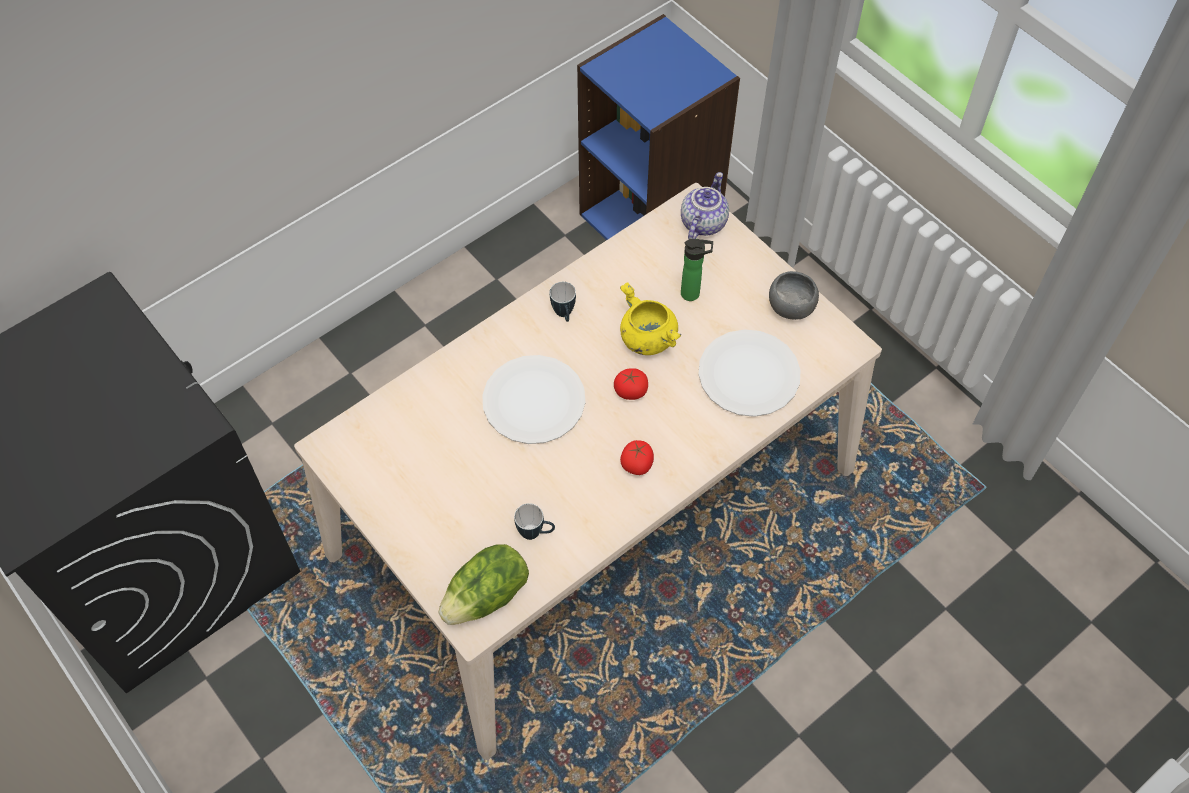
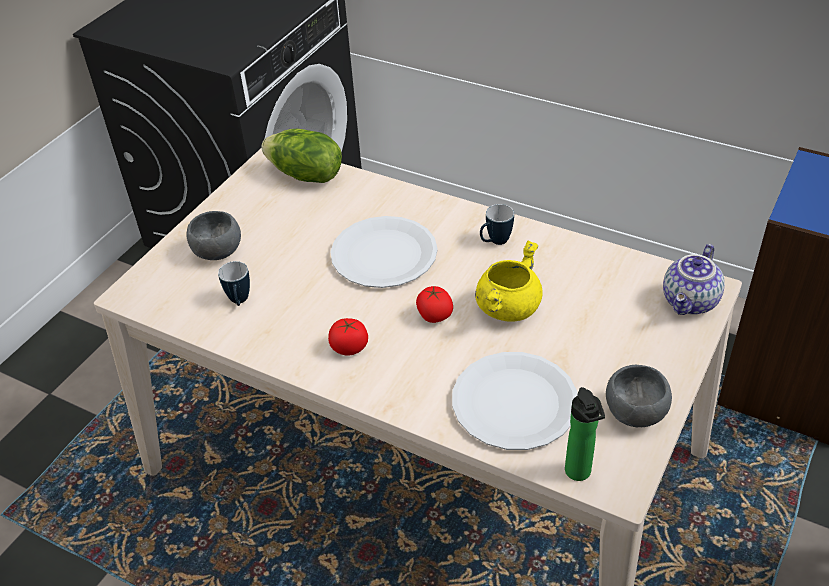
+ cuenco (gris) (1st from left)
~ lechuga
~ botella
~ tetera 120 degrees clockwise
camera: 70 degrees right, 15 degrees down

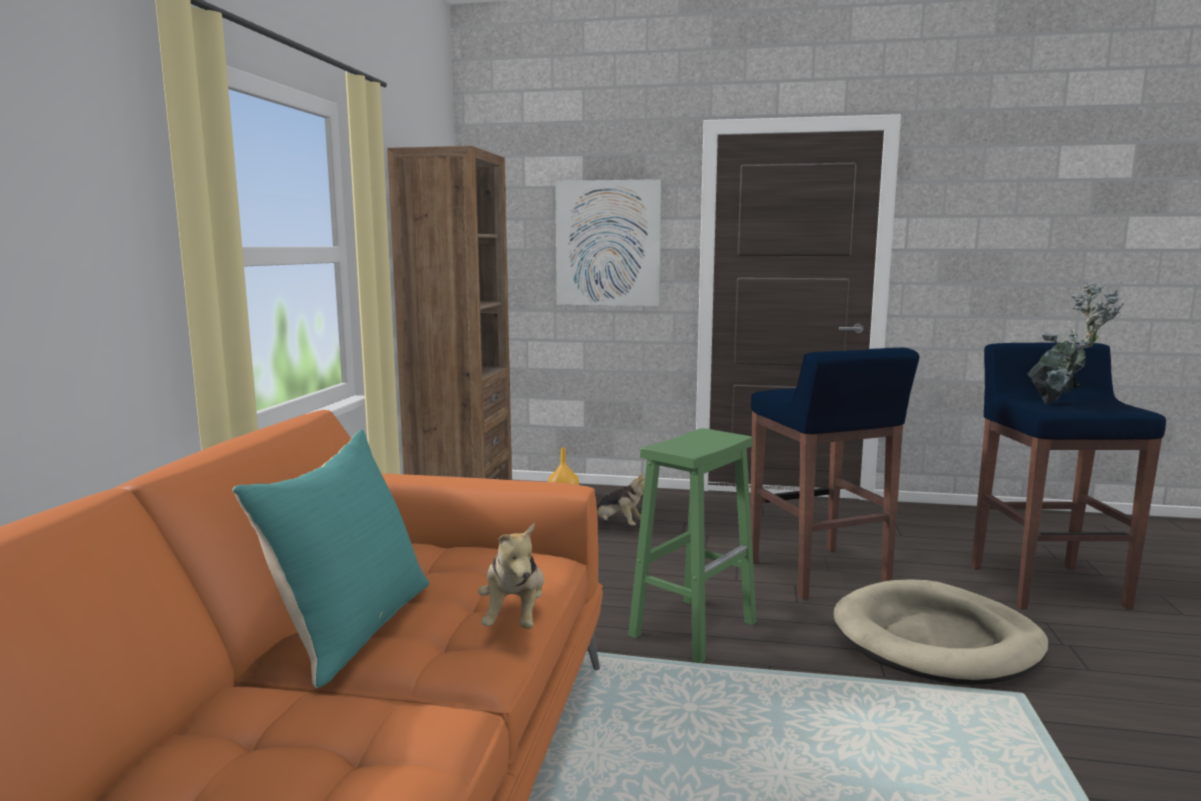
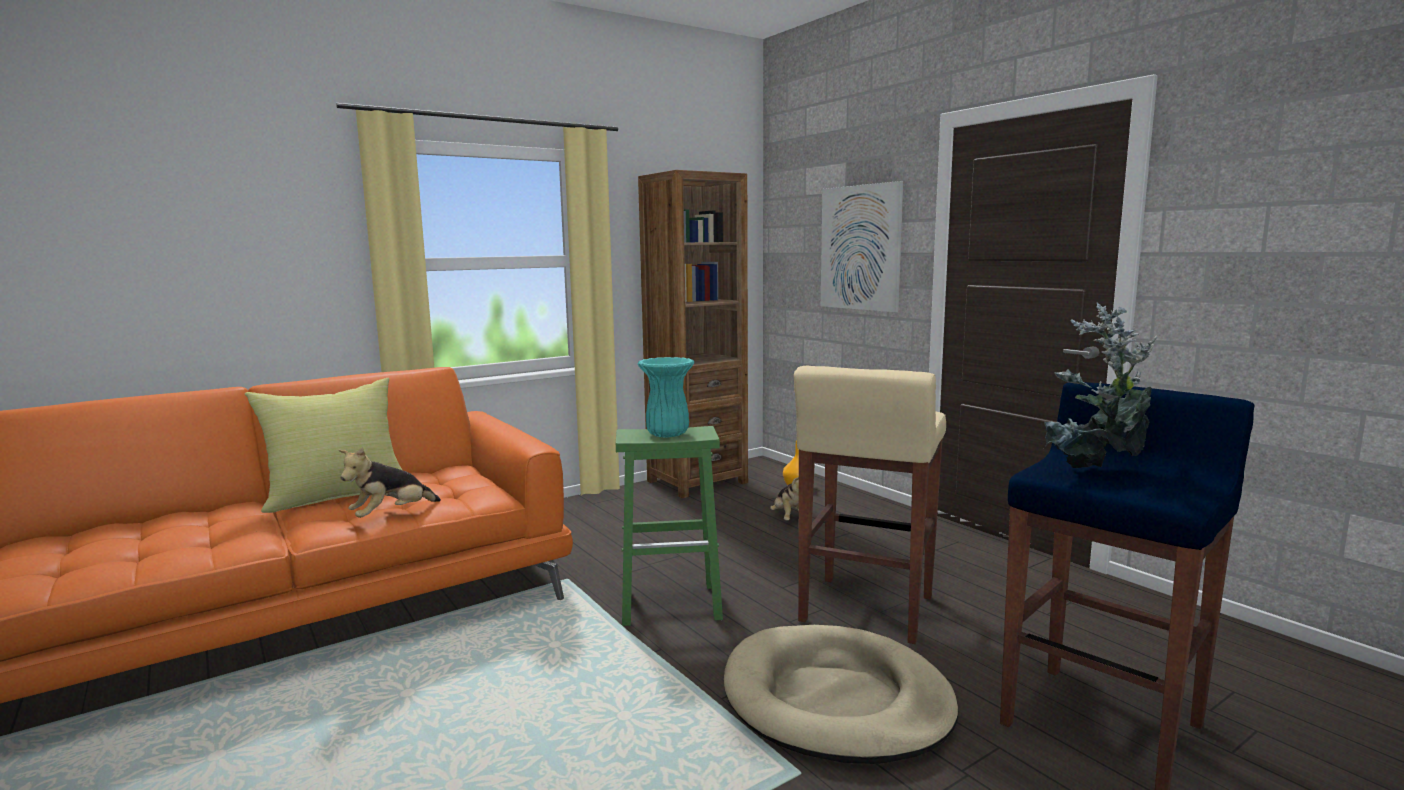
+ florero (turquesa)
~ cojín (turquesa) to cojín (amarillo)
~ taburete (azul) (1st from left) to taburete (beis)
camera: 45 degrees right, 0 degrees up

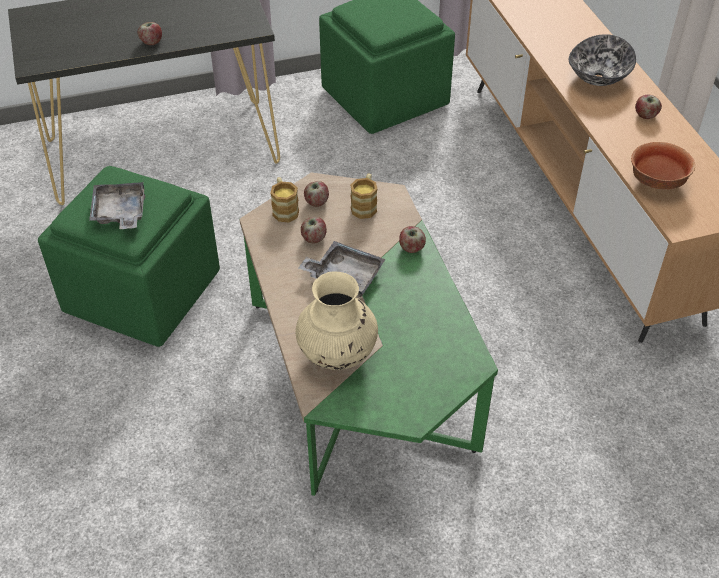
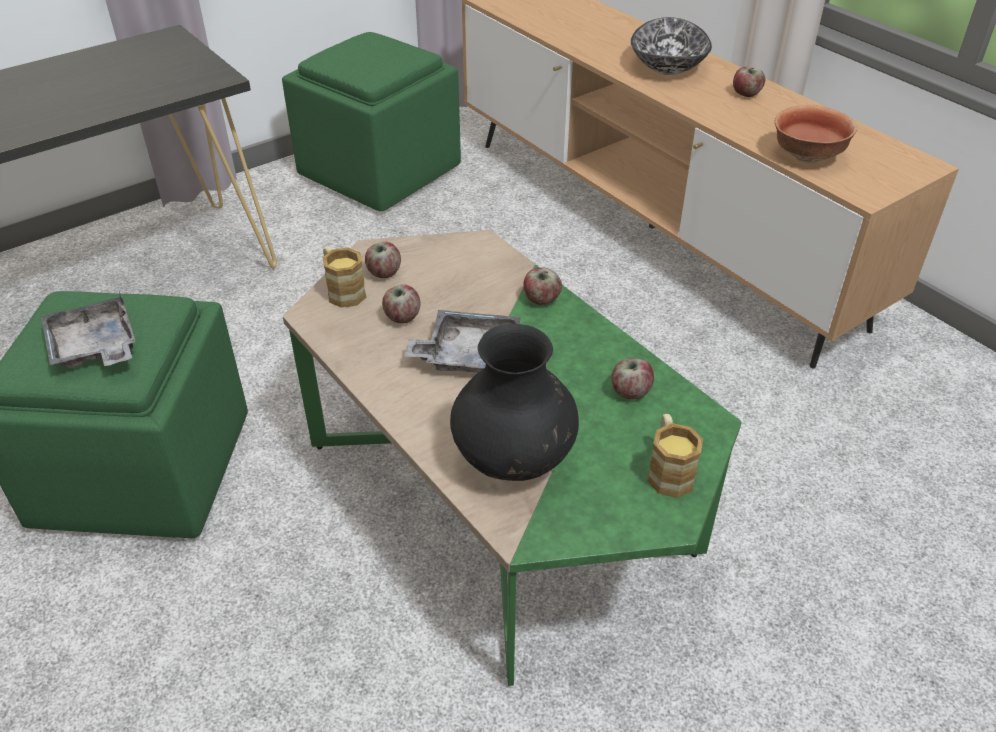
~ manzana (1st from left in the first image) to manzana (4th from left)
~ taza grande (2nd from left)
~ florero (beis) to florero (negro)
camera: 20 degrees left, 5 degrees down

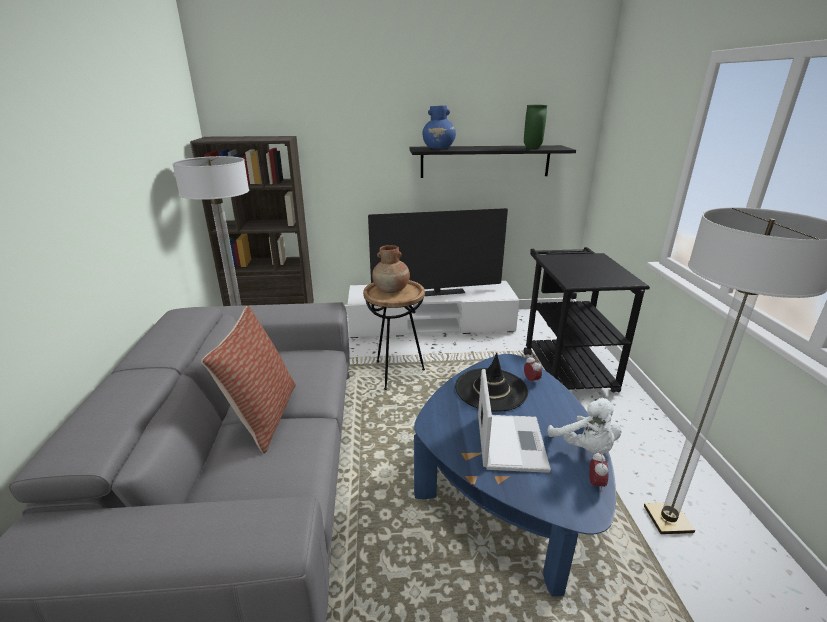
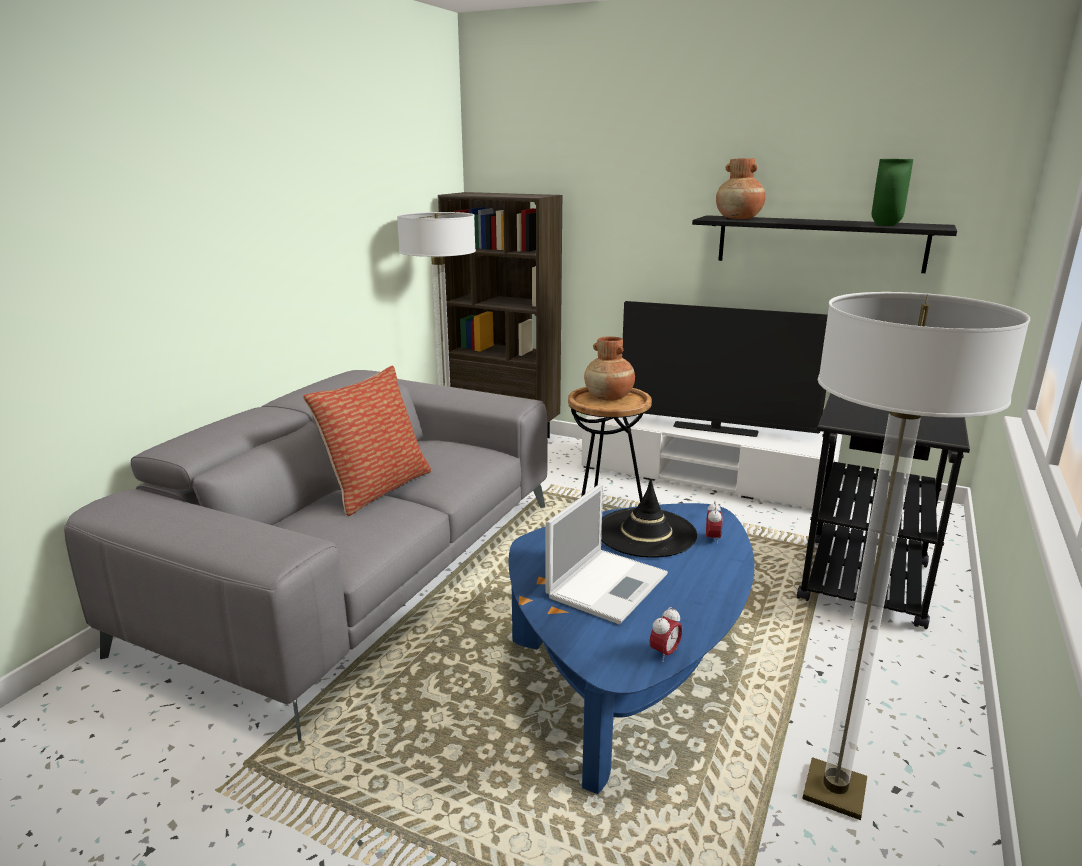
- peluche (blanco)
~ florero (azul) to florero (marrón) (2nd from left)
camera: 30 degrees right, 5 degrees down

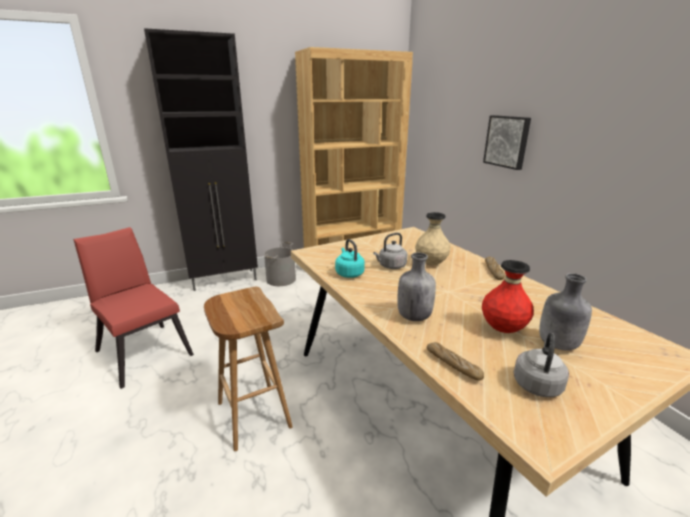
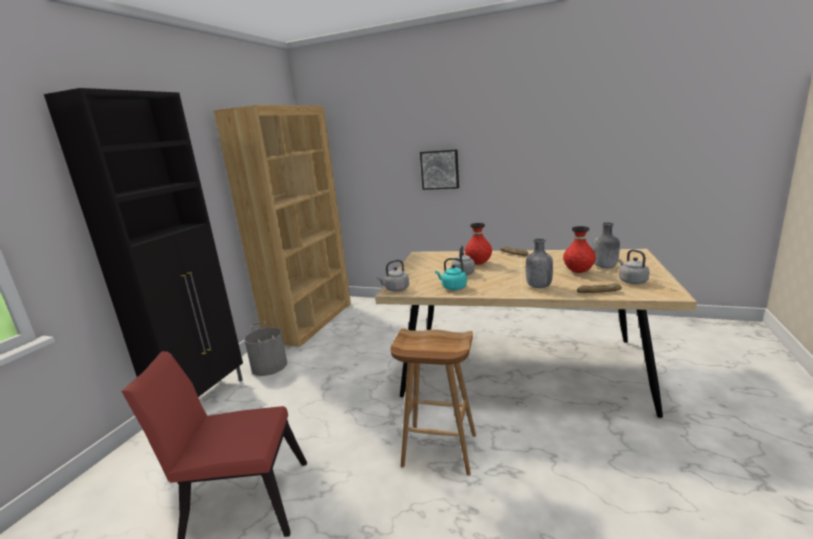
+ hervidor (gris) (1st from left)
~ florero (beis) to florero (rojo) (1st from left)
camera: 45 degrees left, 5 degrees down

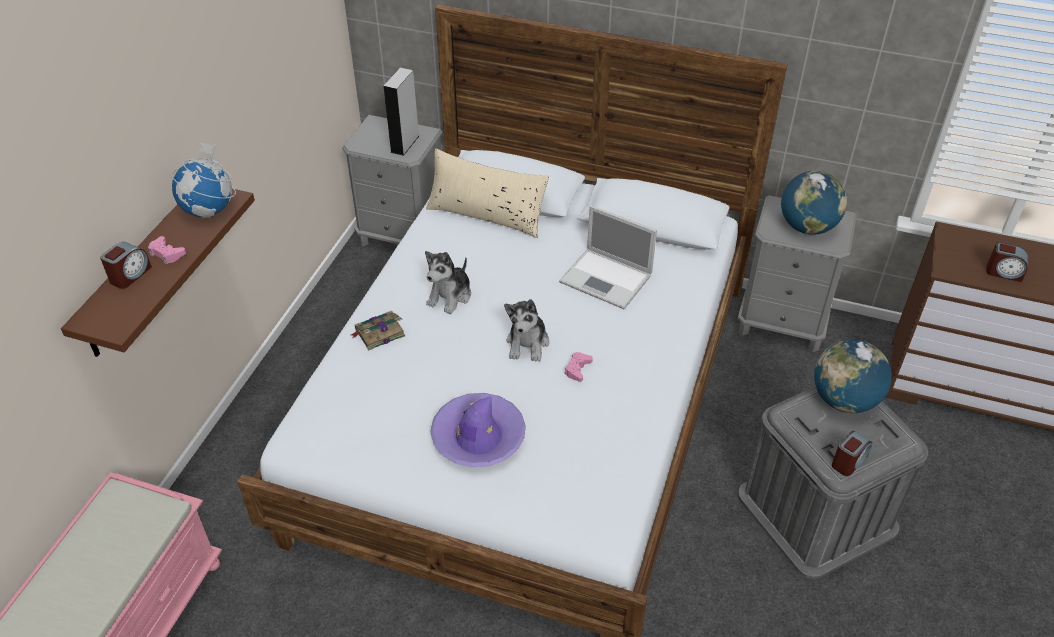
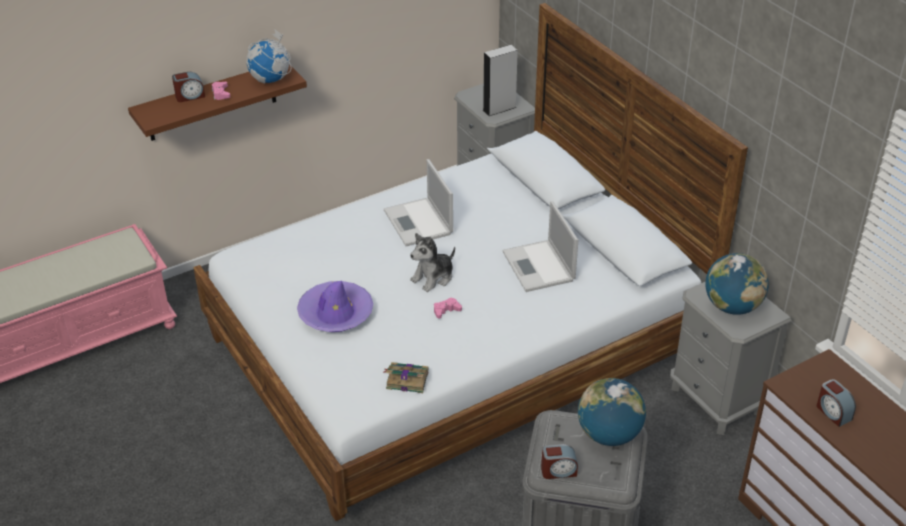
- cojín (beis)
~ libro
~ peluche (1st from left) to portátil (1st from left)
camera: 40 degrees right, 5 degrees down

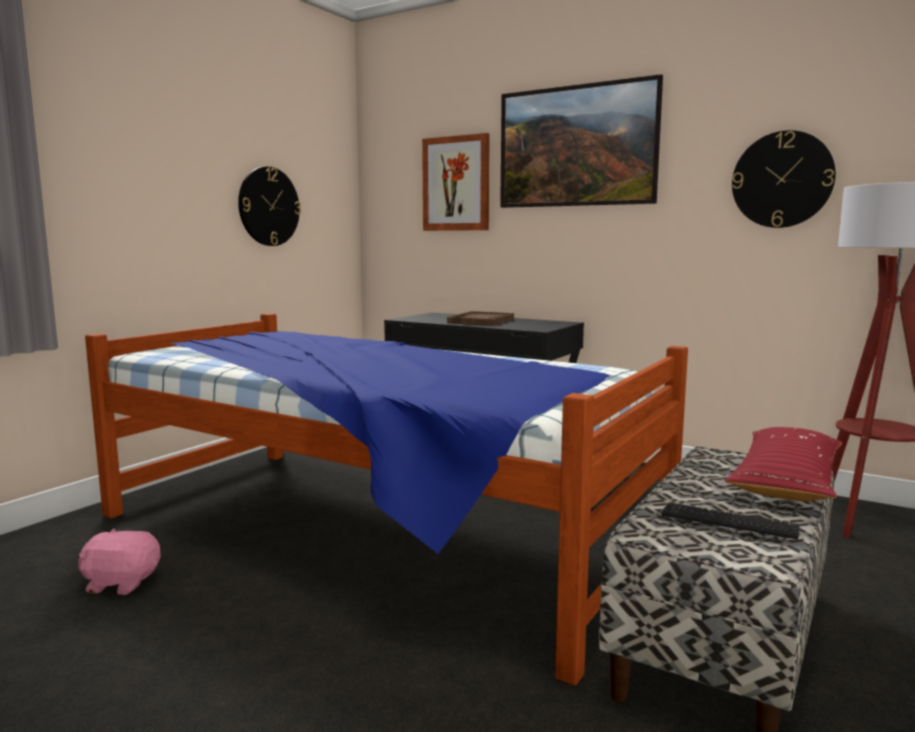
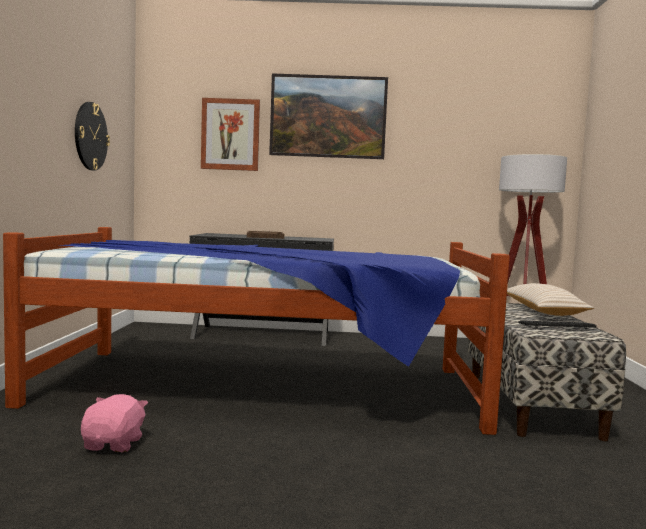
- reloj de pared (2nd from left)
~ cojín (rojo) to cojín (beis)
~ peluche (rosa) 120 degrees clockwise
camera: 30 degrees left, 5 degrees down

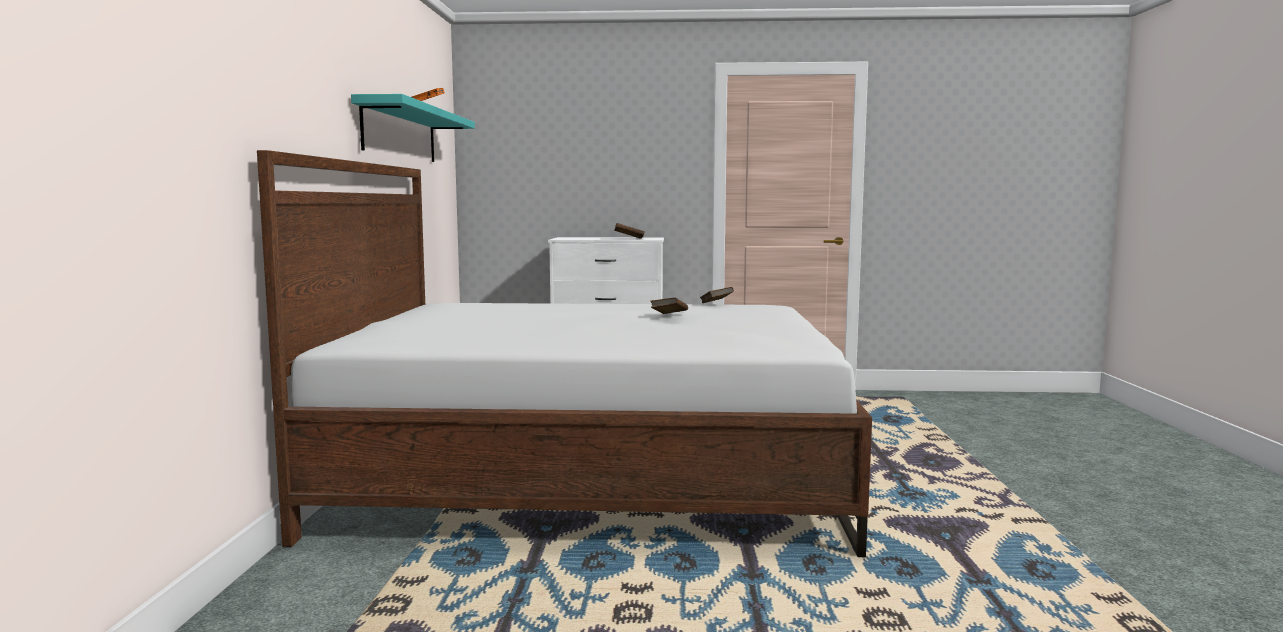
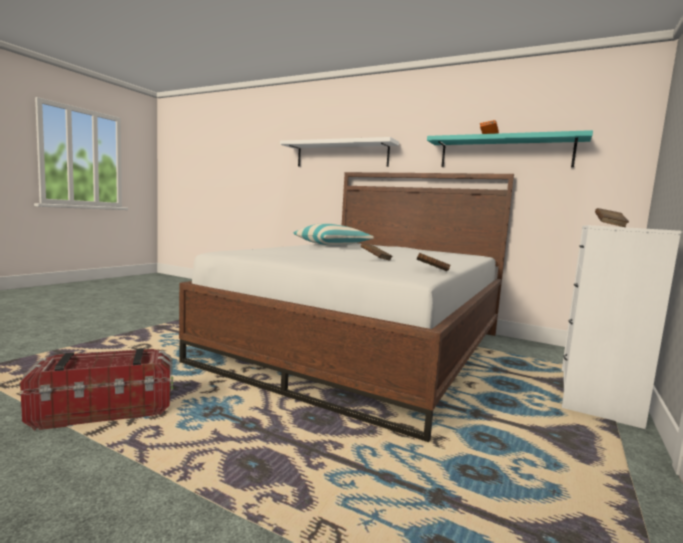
+ caja de almacenaje
+ estante (blanco)
+ cojín
camera: 115 degrees right, 0 degrees up

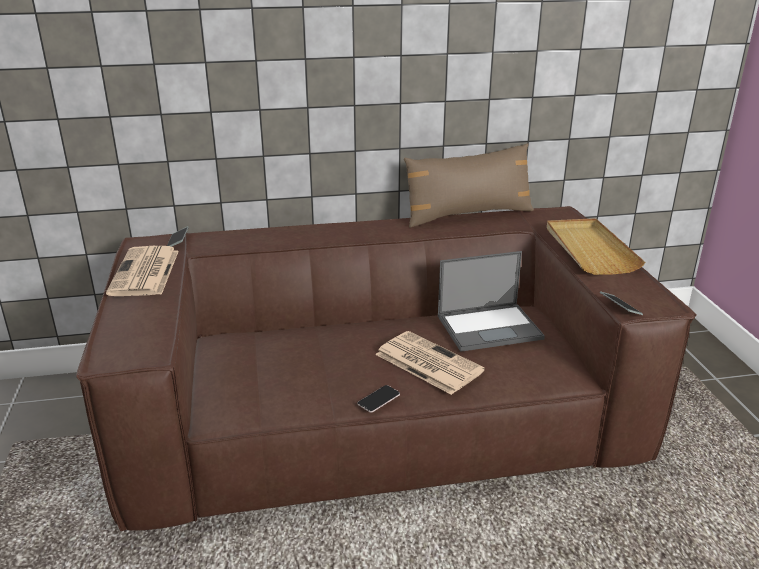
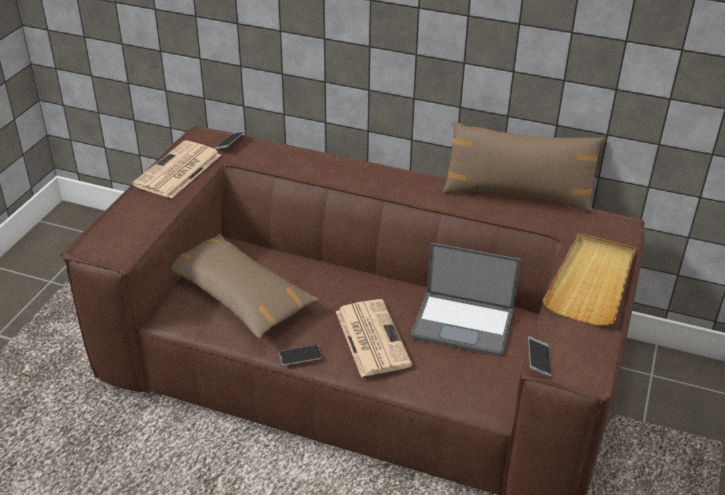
+ cojín (marrón) (1st from left)
camera: 30 degrees right, 10 degrees up

